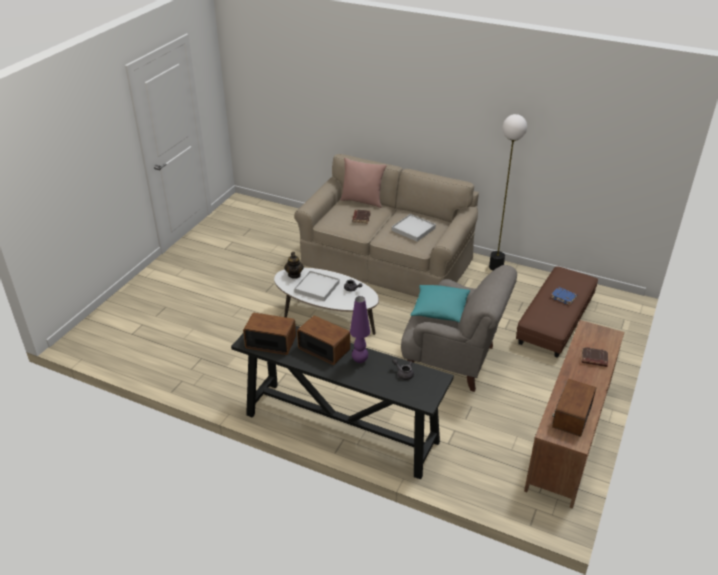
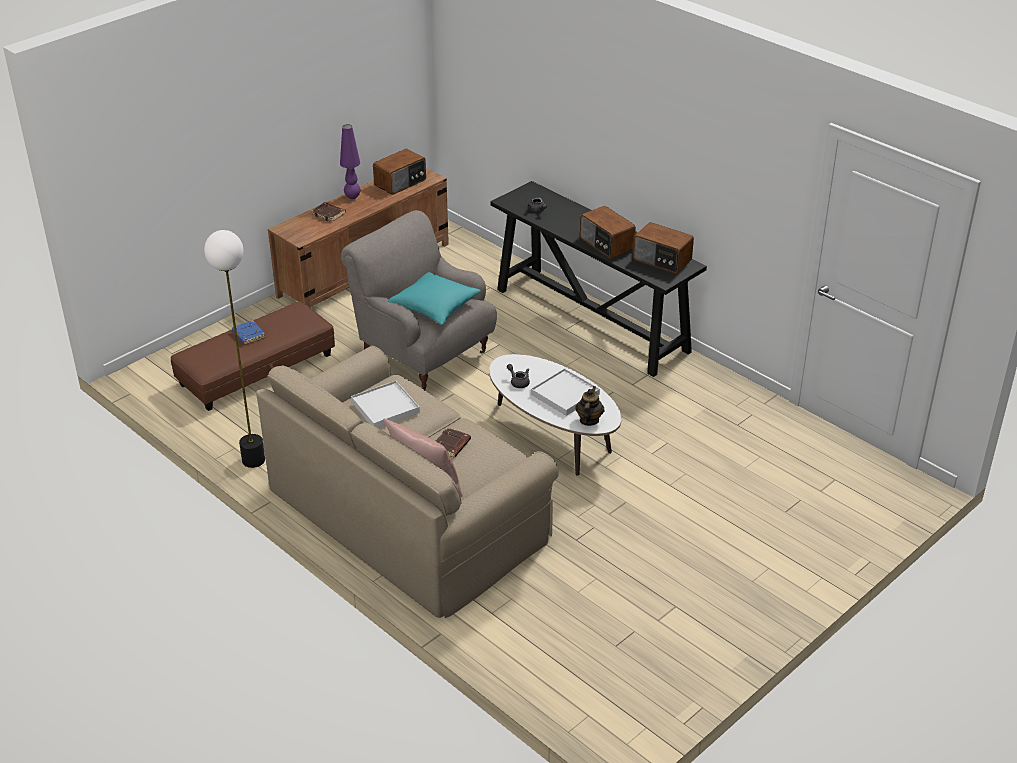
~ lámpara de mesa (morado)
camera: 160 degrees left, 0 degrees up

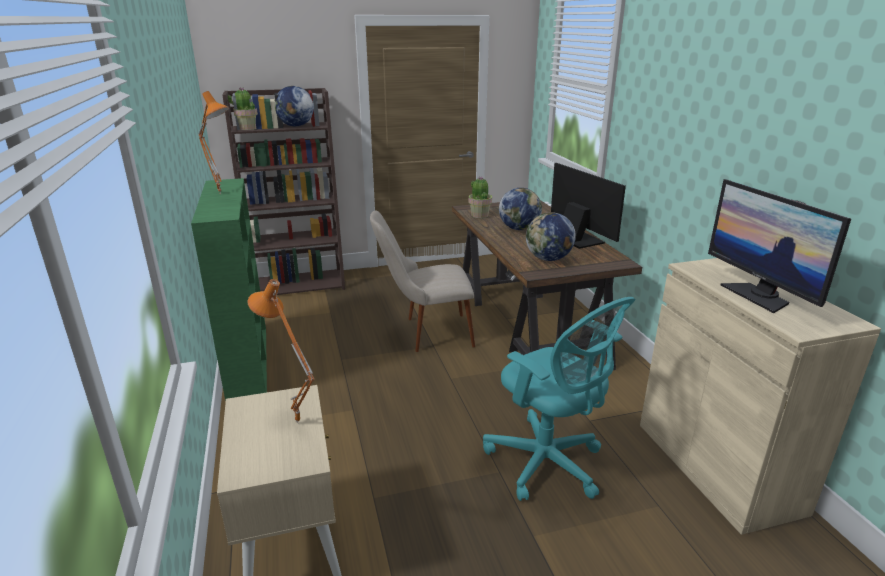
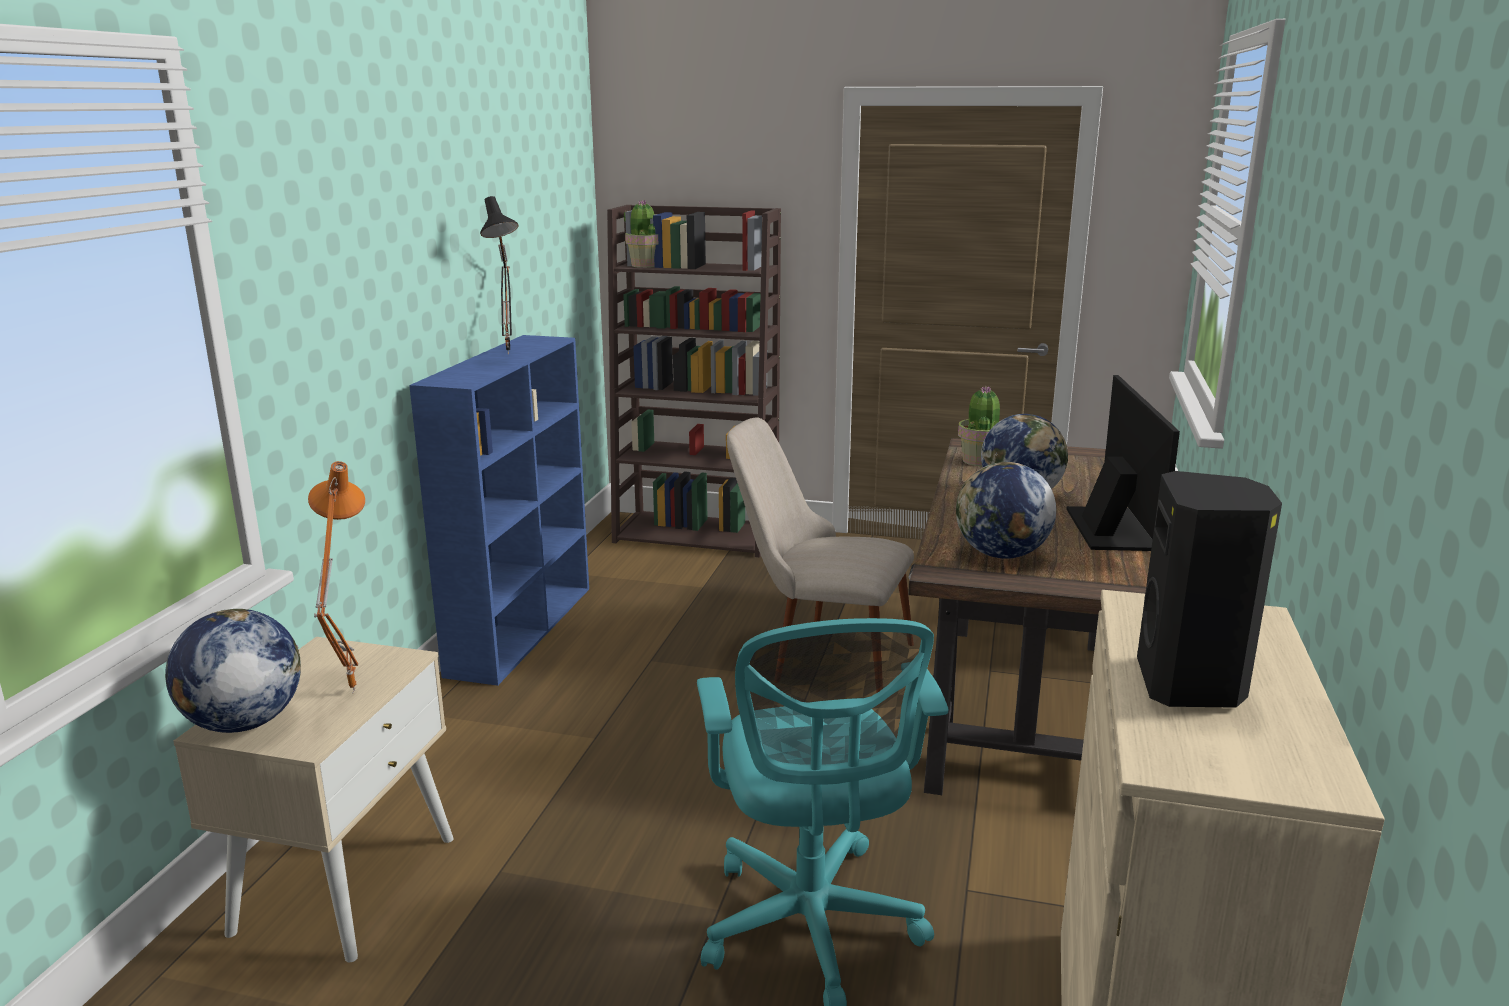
~ globo terráqueo (1st from left)
~ monitor (2nd from left) to altavoz (negro)
~ estantería (verde) to estantería (azul)
~ lámpara de mesa (naranja) (1st from left) to lámpara de mesa (negro)
camera: 30 degrees right, 5 degrees down

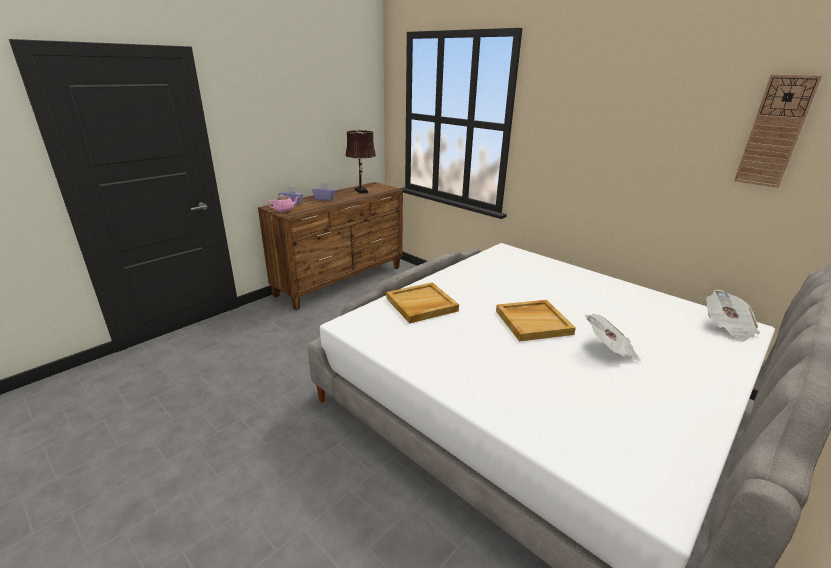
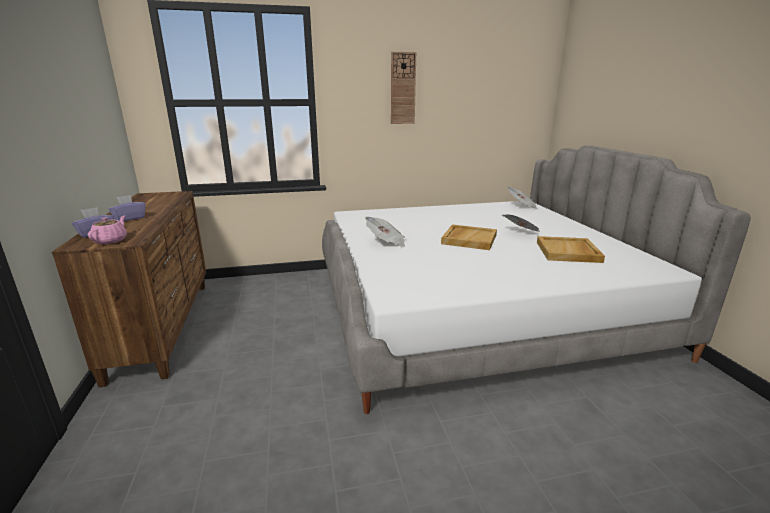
- lámpara de mesa (marrón)
+ periódico (1st from left)
~ bandeja (beis) (1st from left in the first image) to bandeja (beis) (2nd from left)
~ reloj de pared
camera: 55 degrees left, 5 degrees down

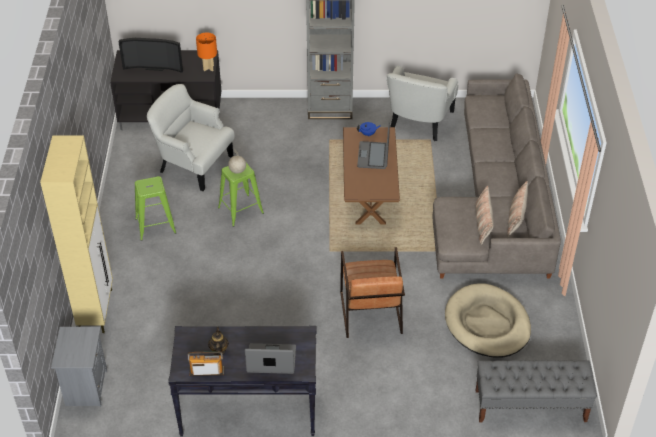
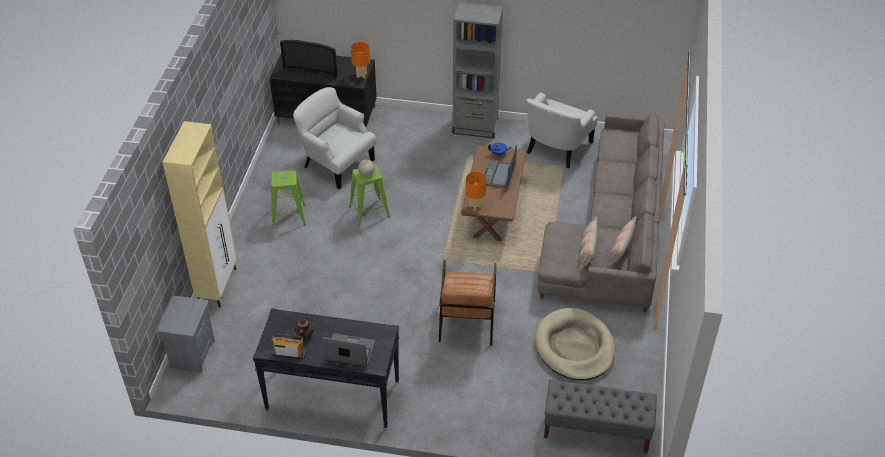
+ lámpara de mesa (naranja) (2nd from left)
camera: 10 degrees right, 0 degrees up

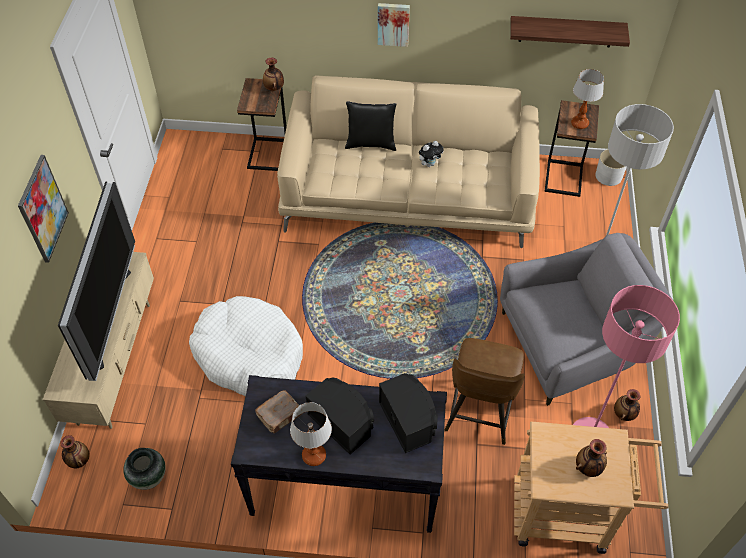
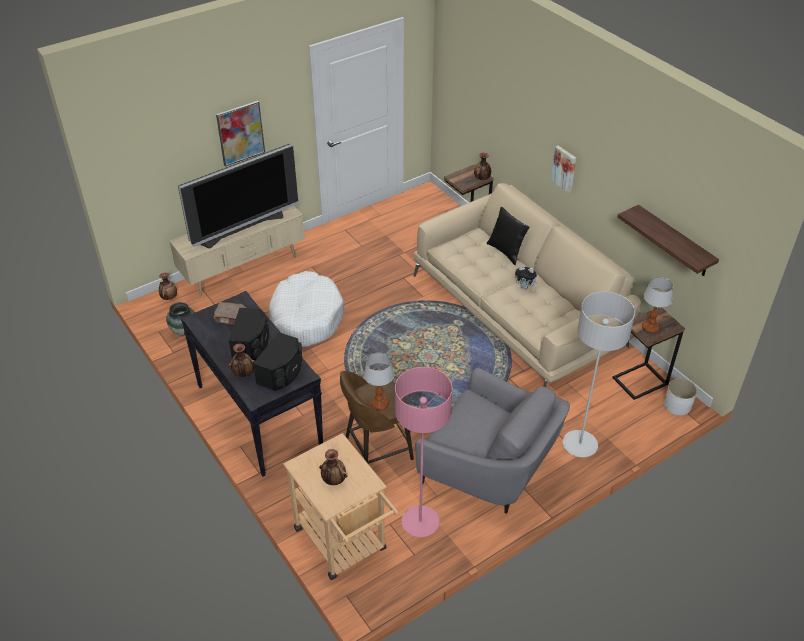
~ lámpara de mesa (1st from left)
~ florero (5th from left in the first image) to florero (3rd from left)
camera: 50 degrees right, 10 degrees down

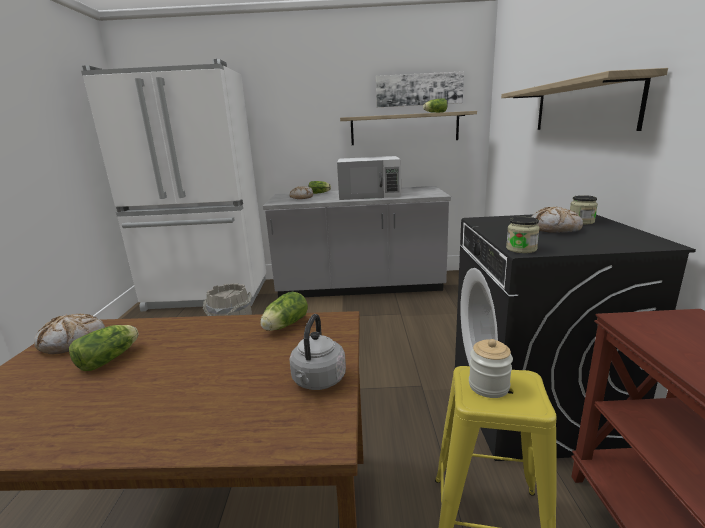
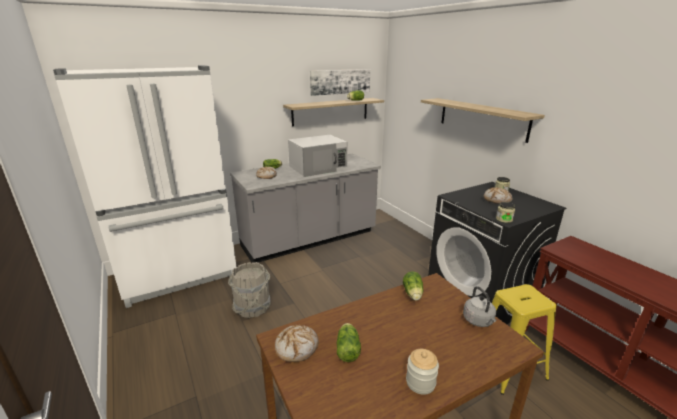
~ tarro (1st from left)
camera: 30 degrees left, 5 degrees up

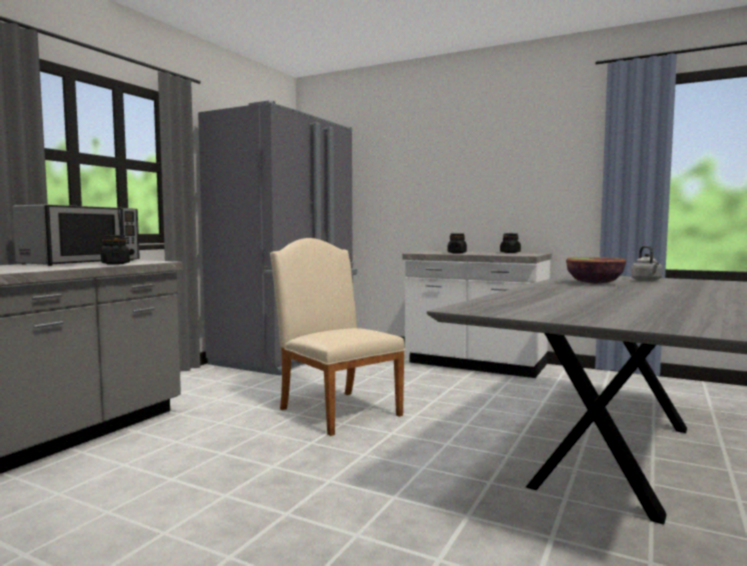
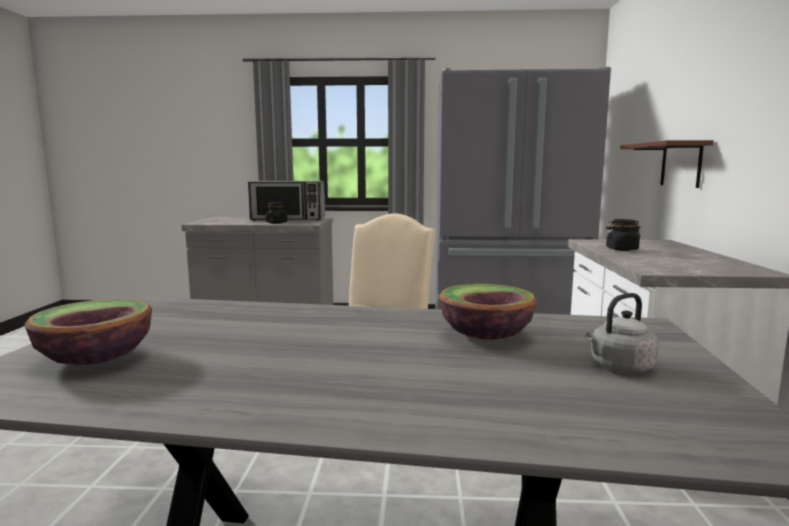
- tarro (negro) (3rd from left)
+ cuenco (1st from left)
+ estante (marrón)
camera: 65 degrees right, 5 degrees up

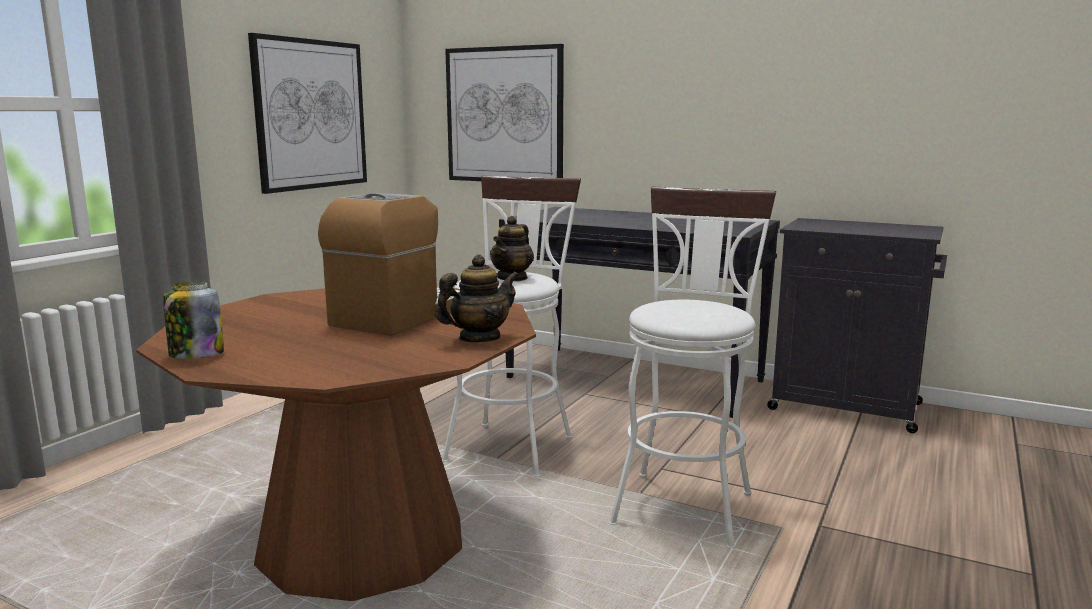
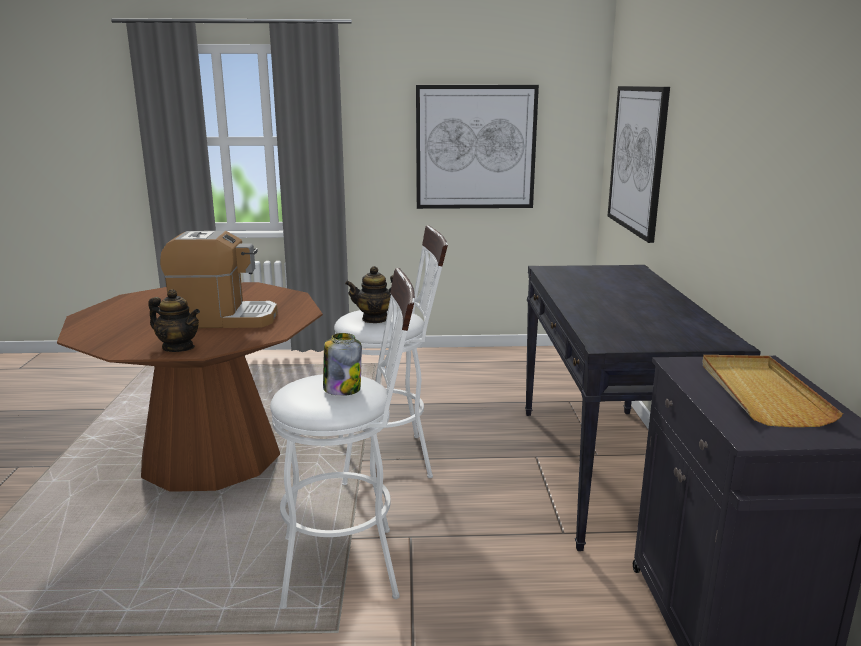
+ bandeja (beis)
~ tarro
camera: 60 degrees right, 5 degrees up

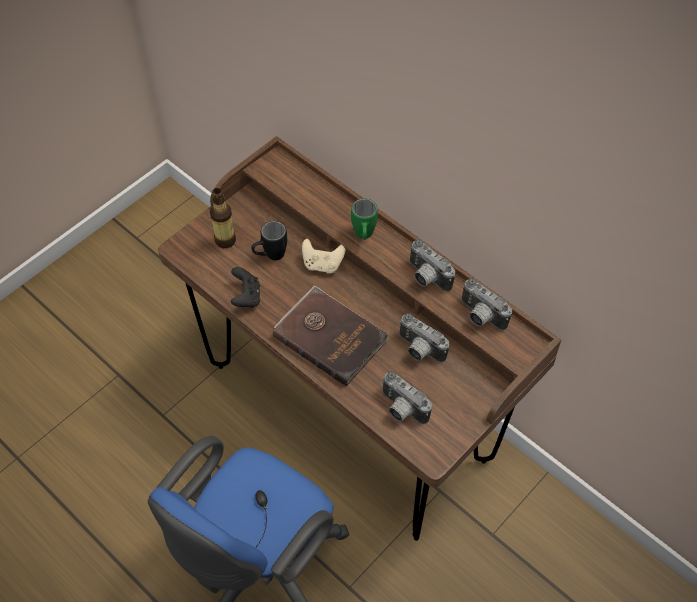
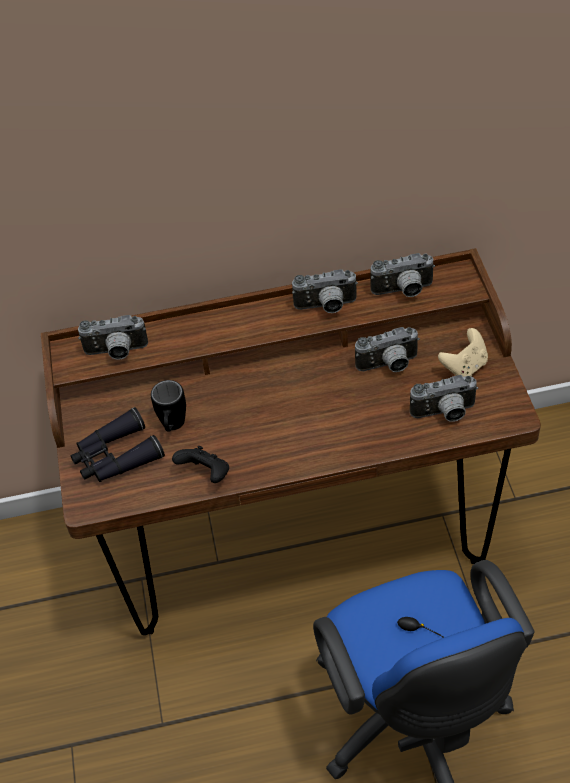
- libro (marrón)
- taza grande (verde)
+ cámara (1st from left)
~ mando de consola (beis)
~ botella to prismáticos (negro)
camera: 50 degrees left, 5 degrees down

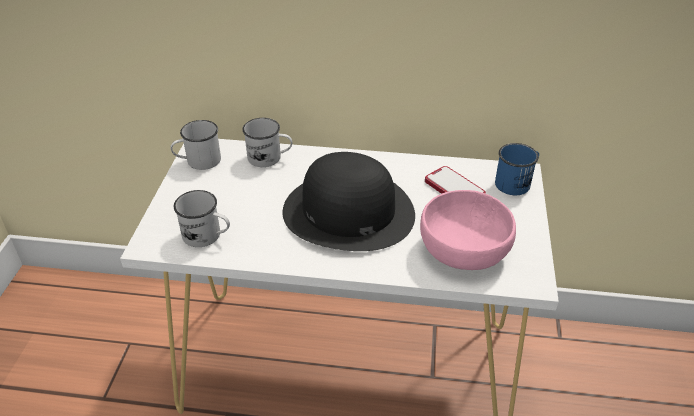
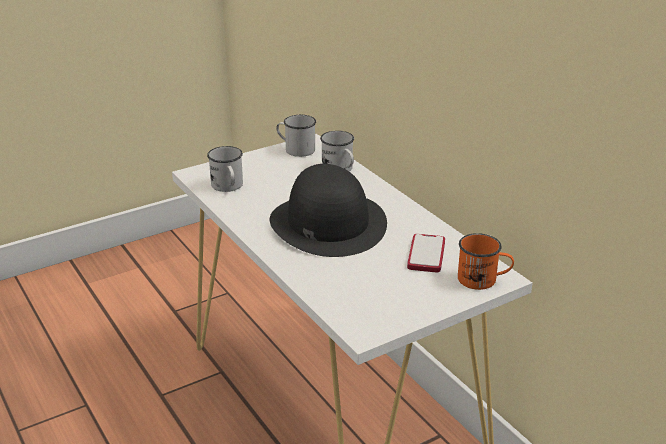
- cuenco (rosa)
~ taza grande (azul) to taza grande (naranja)
camera: 50 degrees right, 10 degrees down

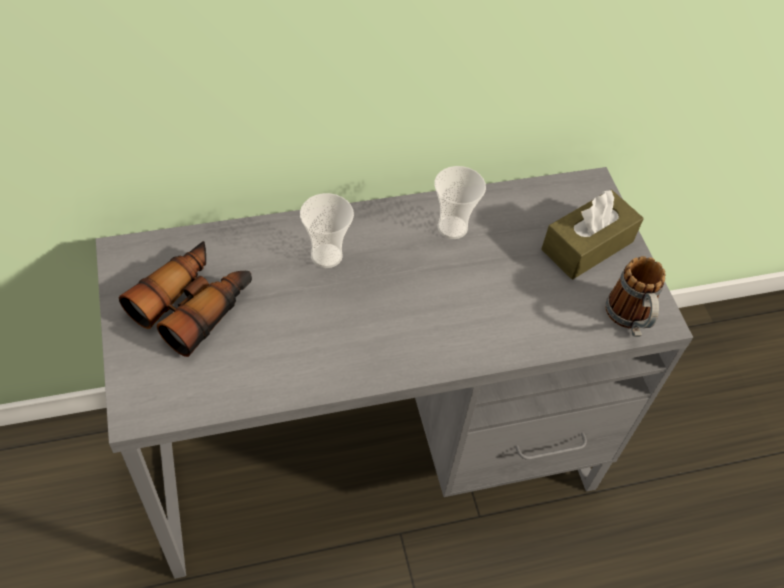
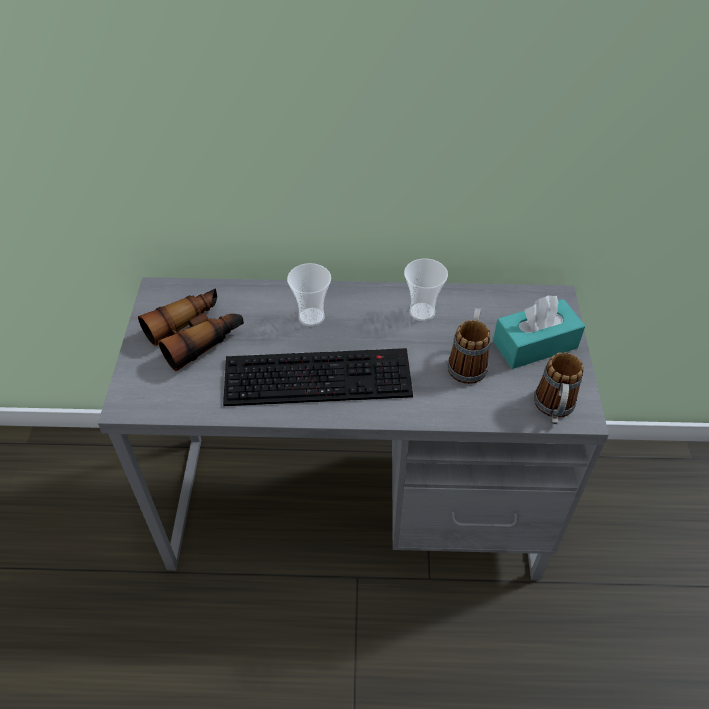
+ teclado
+ taza grande (1st from left)
~ caja de pañuelos (marrón) to caja de pañuelos (turquesa)
camera: 20 degrees right, 5 degrees down

